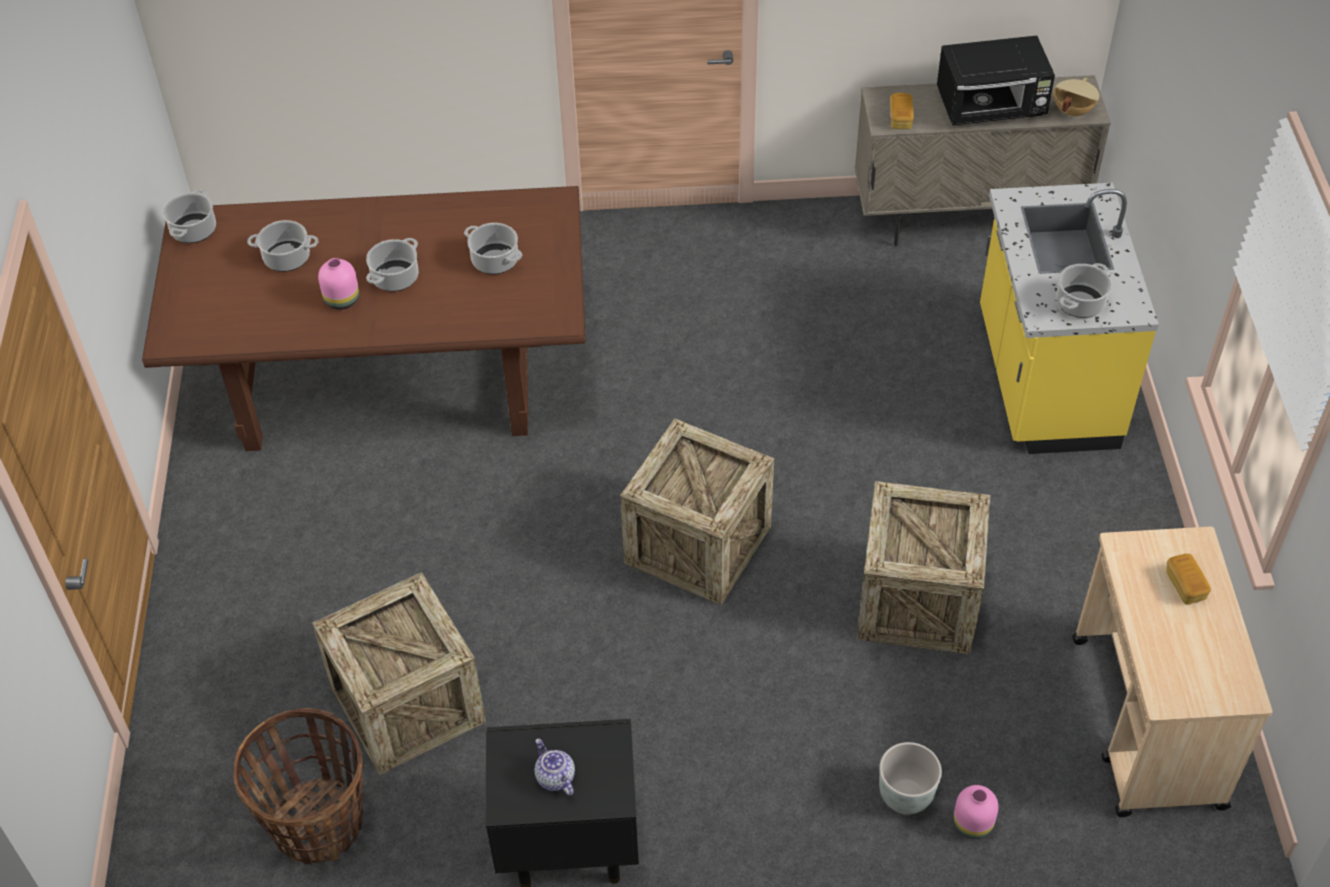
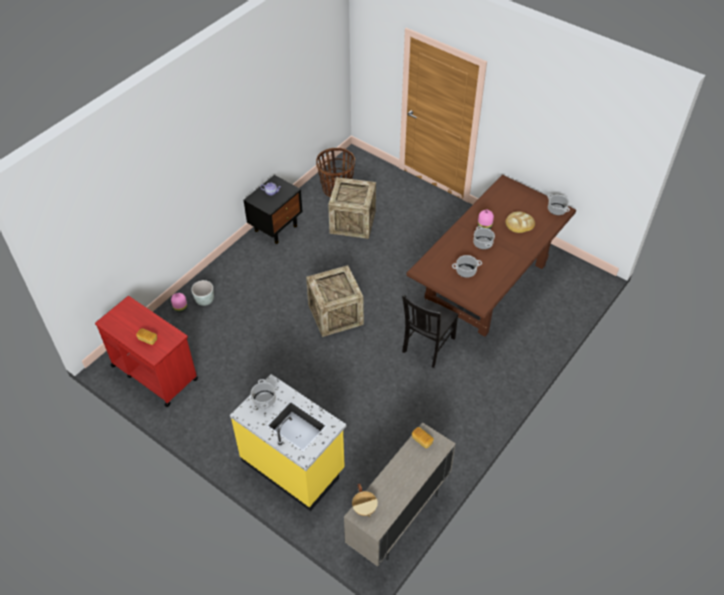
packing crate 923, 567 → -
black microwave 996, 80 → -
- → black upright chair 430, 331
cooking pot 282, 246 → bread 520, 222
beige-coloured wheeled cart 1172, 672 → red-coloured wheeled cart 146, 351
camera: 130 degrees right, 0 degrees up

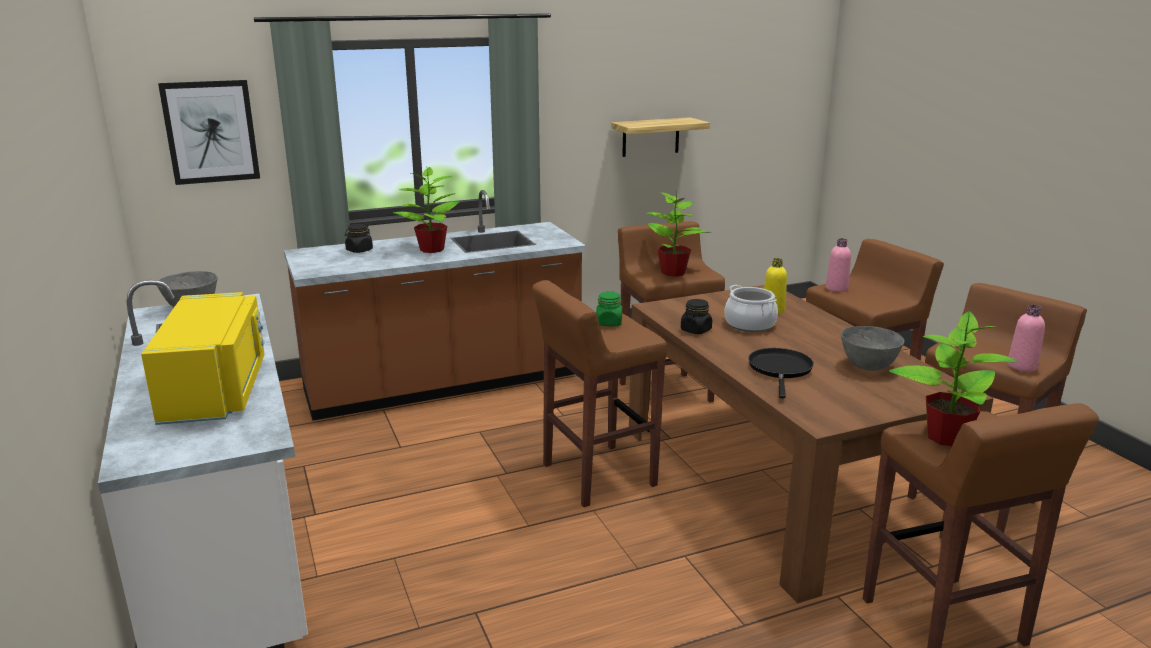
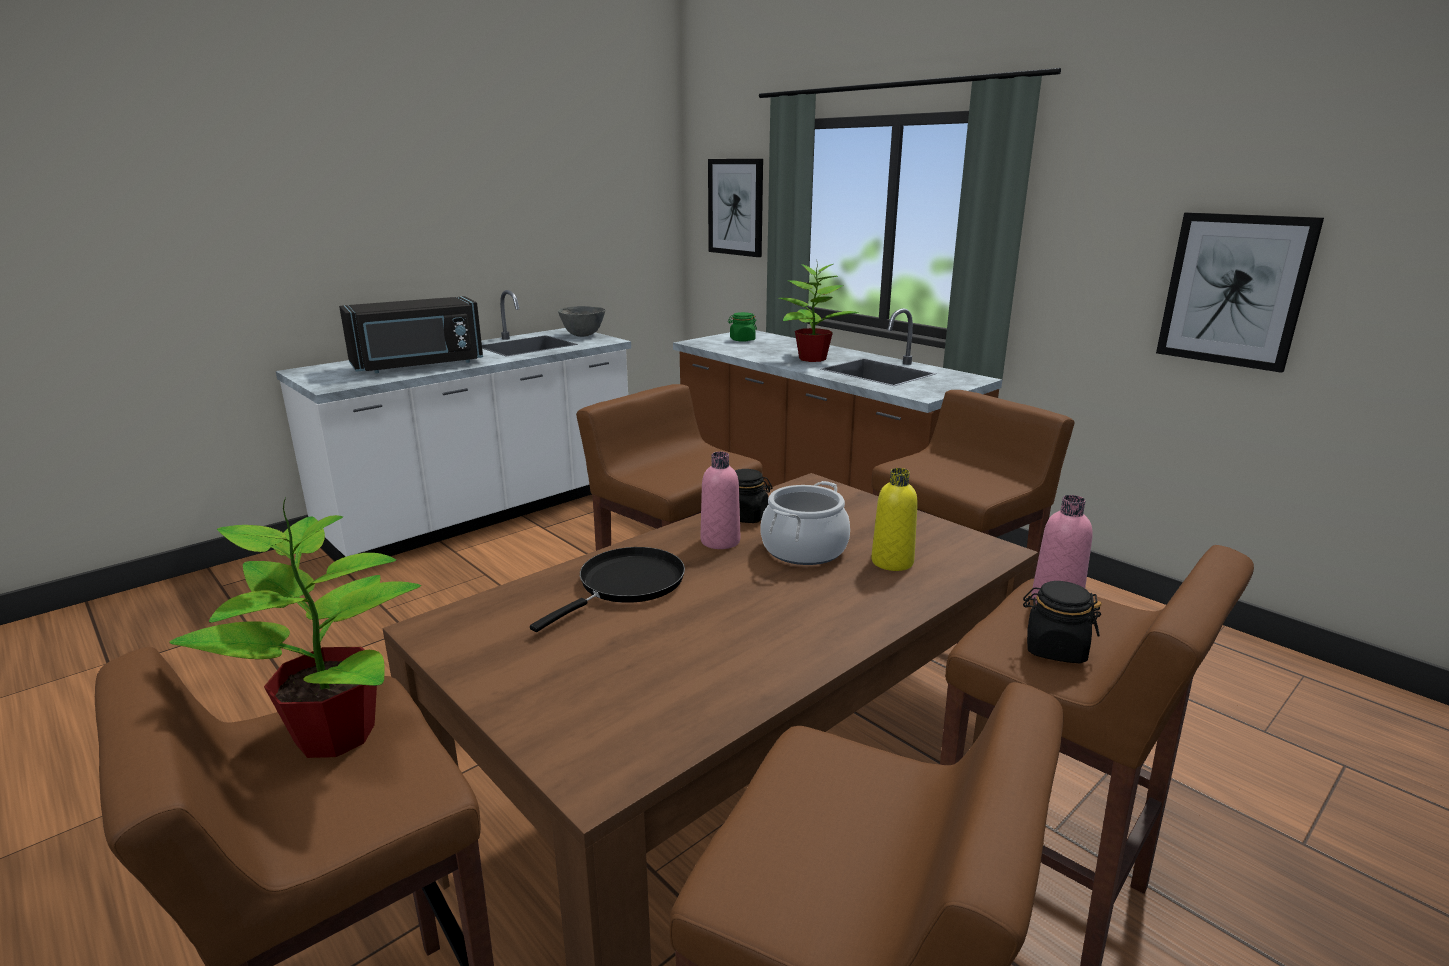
potted plant 678, 232 → -
grey deep dish 872, 348 → -
black preserve jar 359, 238 → black preserve jar 1062, 622, relocated
greenish preserve jar 609, 308 → greenish preserve jar 742, 327, relocated
pink beverage bottle 1026, 338 → pink beverage bottle 720, 500, relocated
shelf 660, 137 → picture 1240, 292
yellow-coloured microwave 203, 358 → black microwave 411, 334
black pan 781, 373 → black pan 607, 589, 45 degrees counterclockwise
camera: 70 degrees right, 0 degrees up

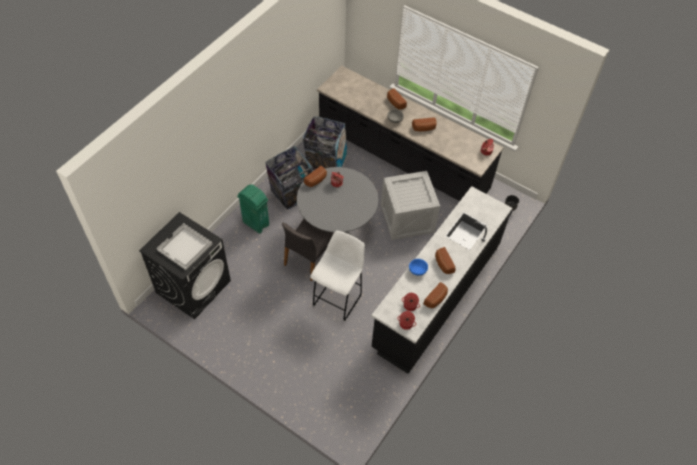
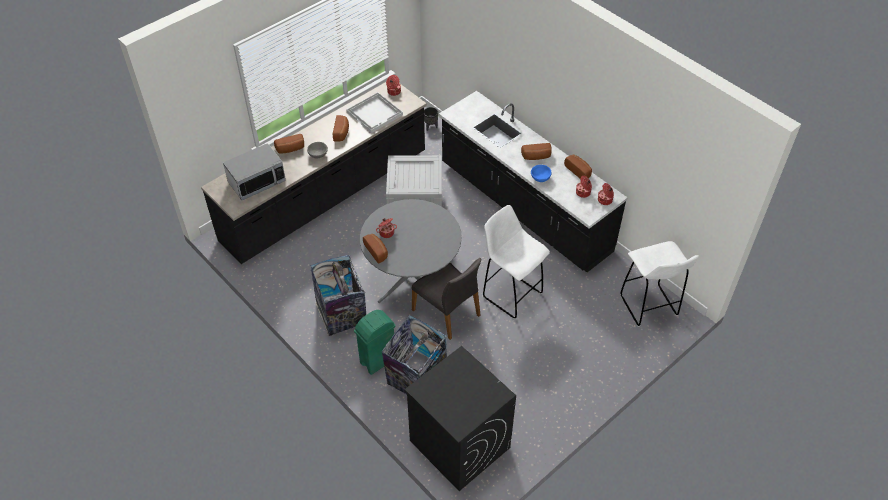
- → microwave 254, 171
- → white stool seat 659, 284
white carrying tray 184, 246 → white carrying tray 374, 112, relocated
rubbish bin 325, 143 → rubbish bin 414, 354, relocated
camera: 75 degrees left, 5 degrees down

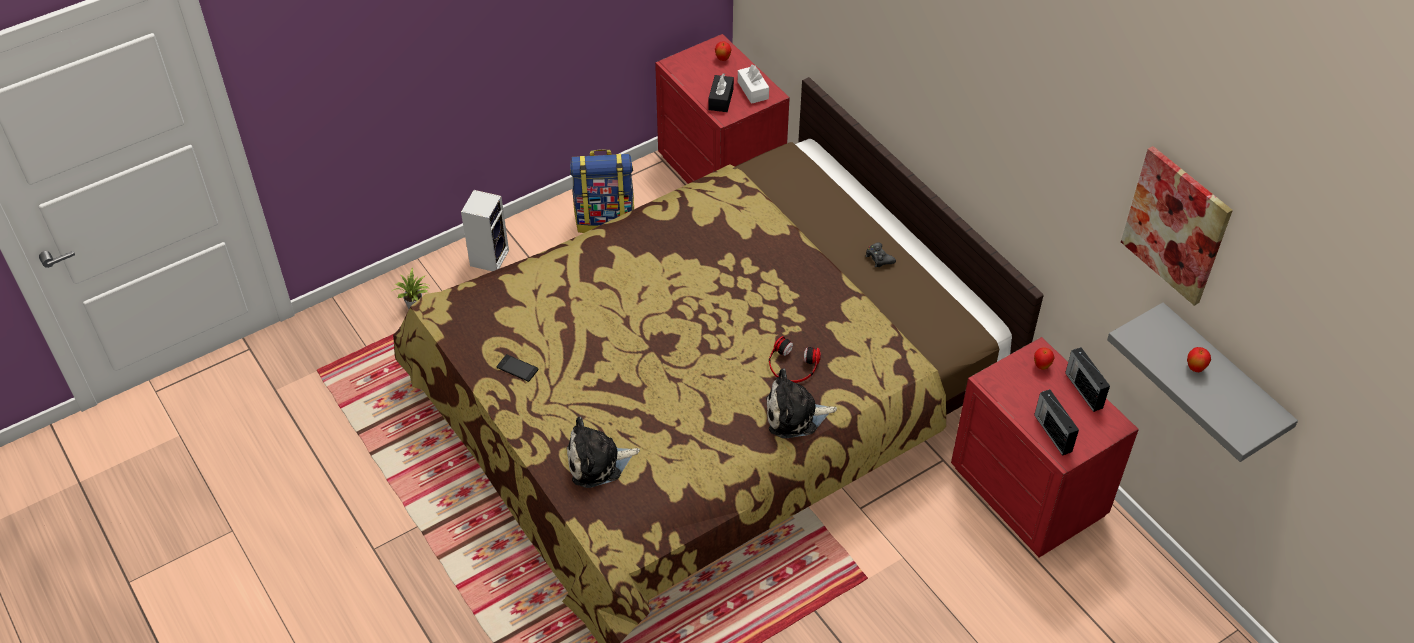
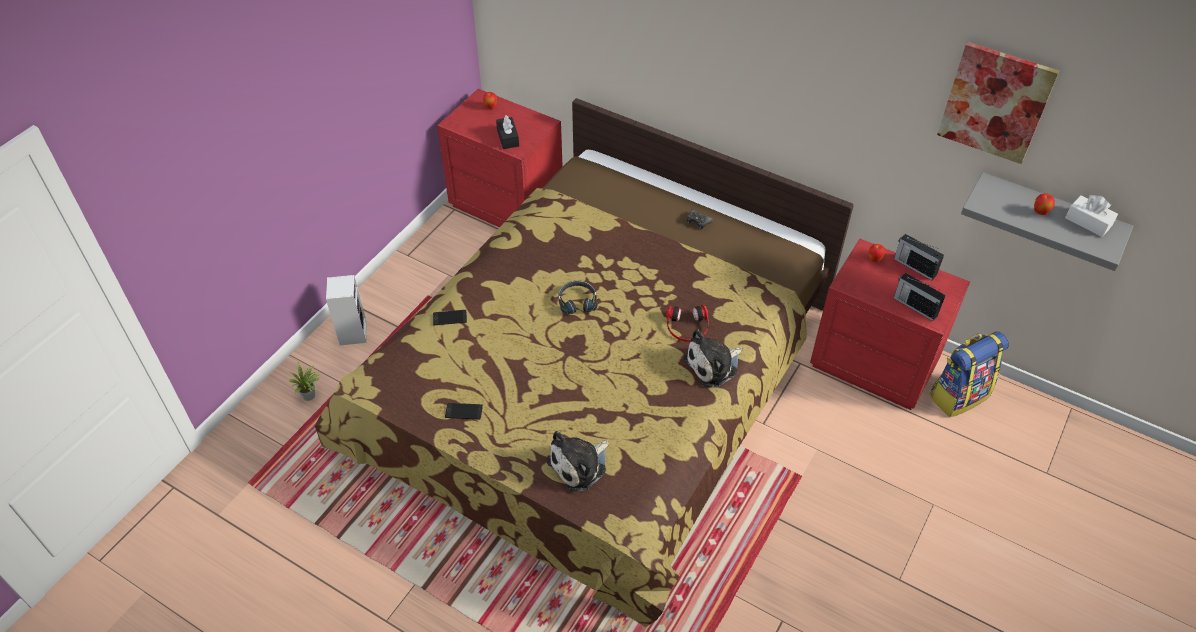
- → handset 450, 317
- → black pair of headphones 578, 297
backpack 602, 191 → backpack 969, 374, relocated
white box of tissues 753, 84 → white box of tissues 1091, 216, relocated
camera: 25 degrees left, 0 degrees up

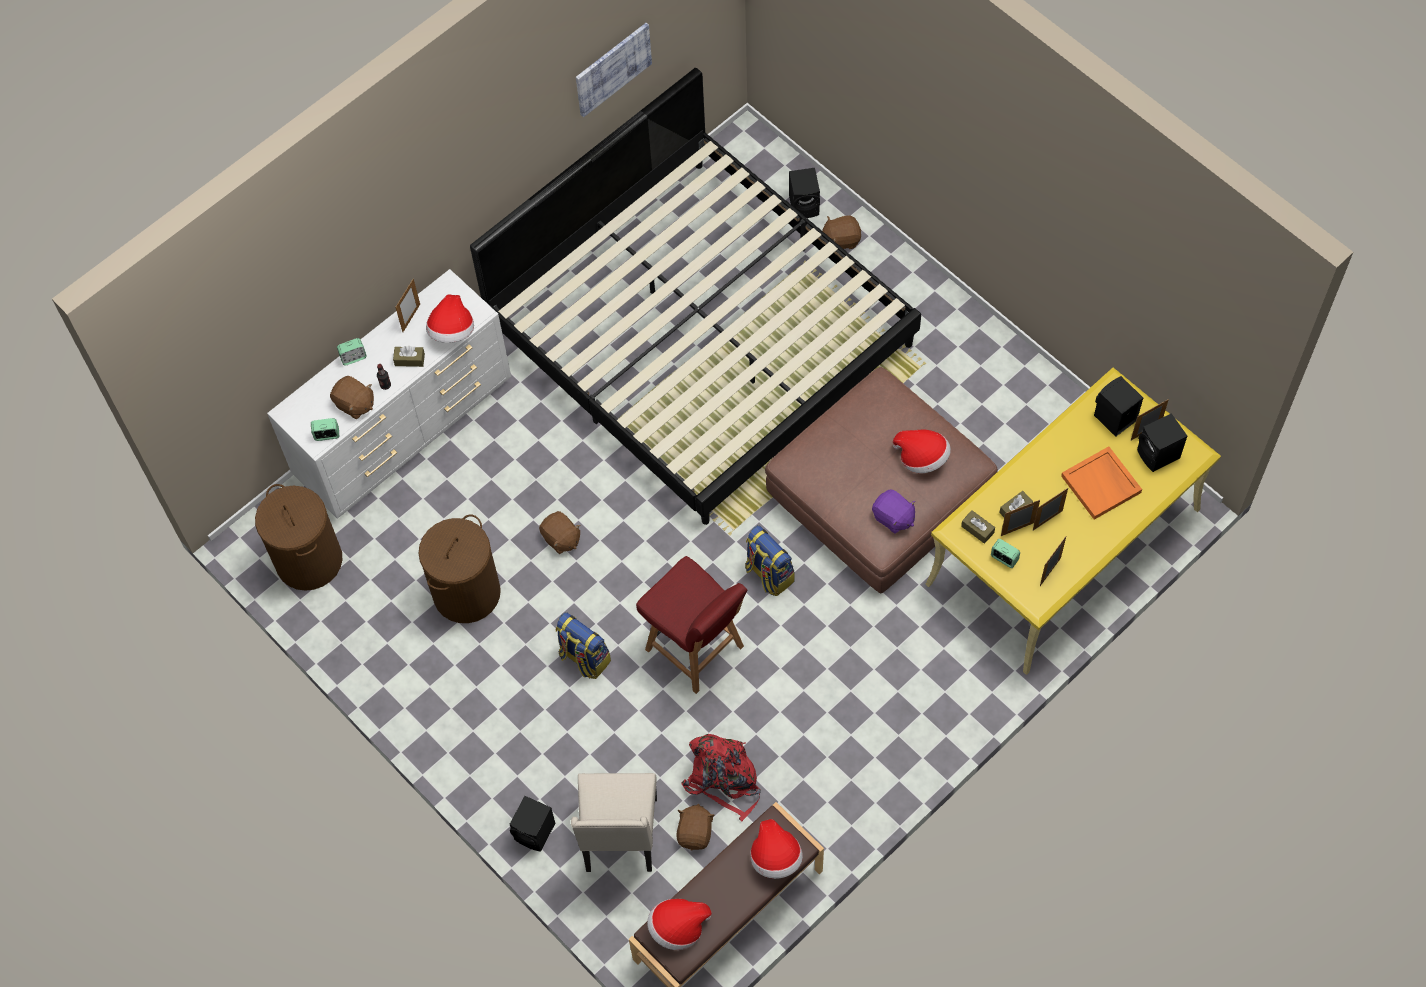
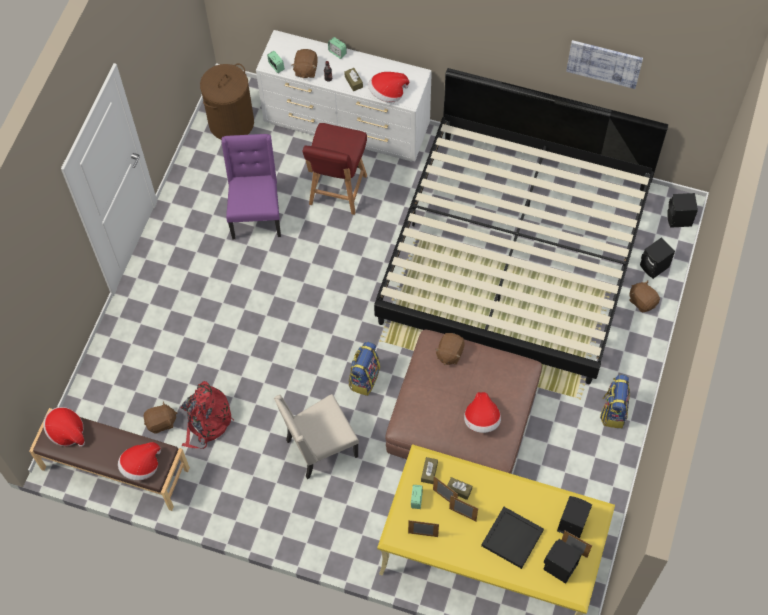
standing frame 408, 305 → -
purple plush toy 894, 512 → -
black audio speaker 532, 824 → black audio speaker 682, 210, relocated
brown-coloured plush toy 559, 532 → brown-coloured plush toy 450, 349, relocated
backpack 583, 645 → backpack 615, 401, relocated
beige-coloured upright chair 614, 822 → beige-coloured upright chair 316, 436, relocated
red-coloured upright chair 691, 625 → red-coloured upright chair 334, 169, relocated
brown-coloured washing basket 459, 568 → purple upright chair 251, 186
orange-coloured carrying tray 1101, 483 → black carrying tray 512, 538
camera: 60 degrees right, 0 degrees up

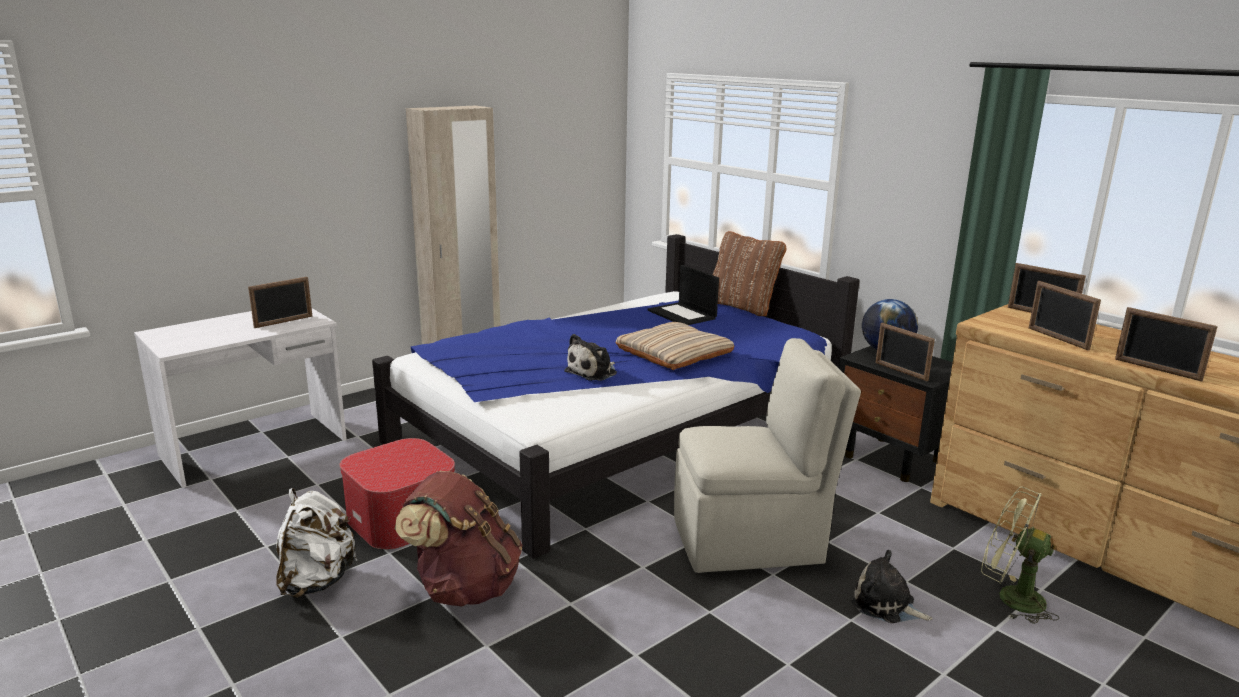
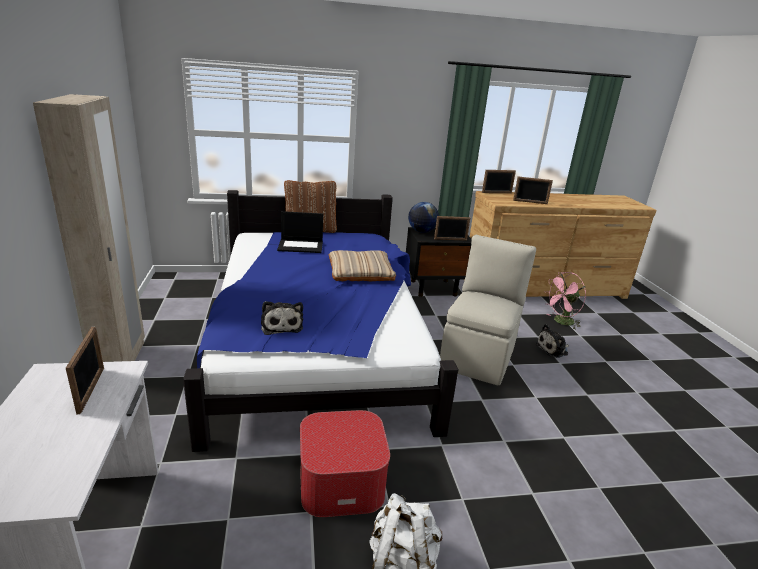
brown-coloured backpack 458, 539 → -
standing frame 1166, 344 → -
plush toy 590, 357 → plush toy 282, 318, relocated
greenish cooling fan 1020, 555 → pink cooling fan 565, 300
camera: 60 degrees left, 5 degrees up

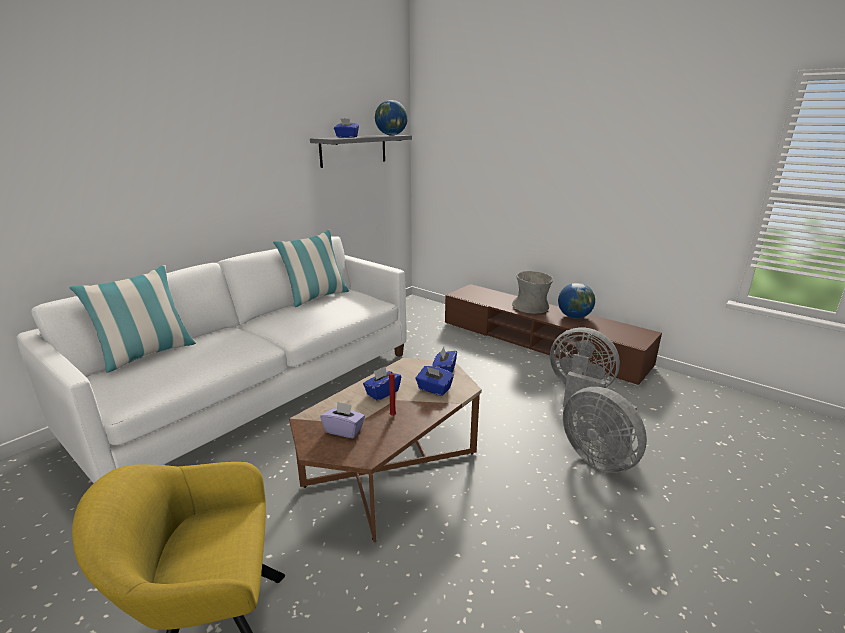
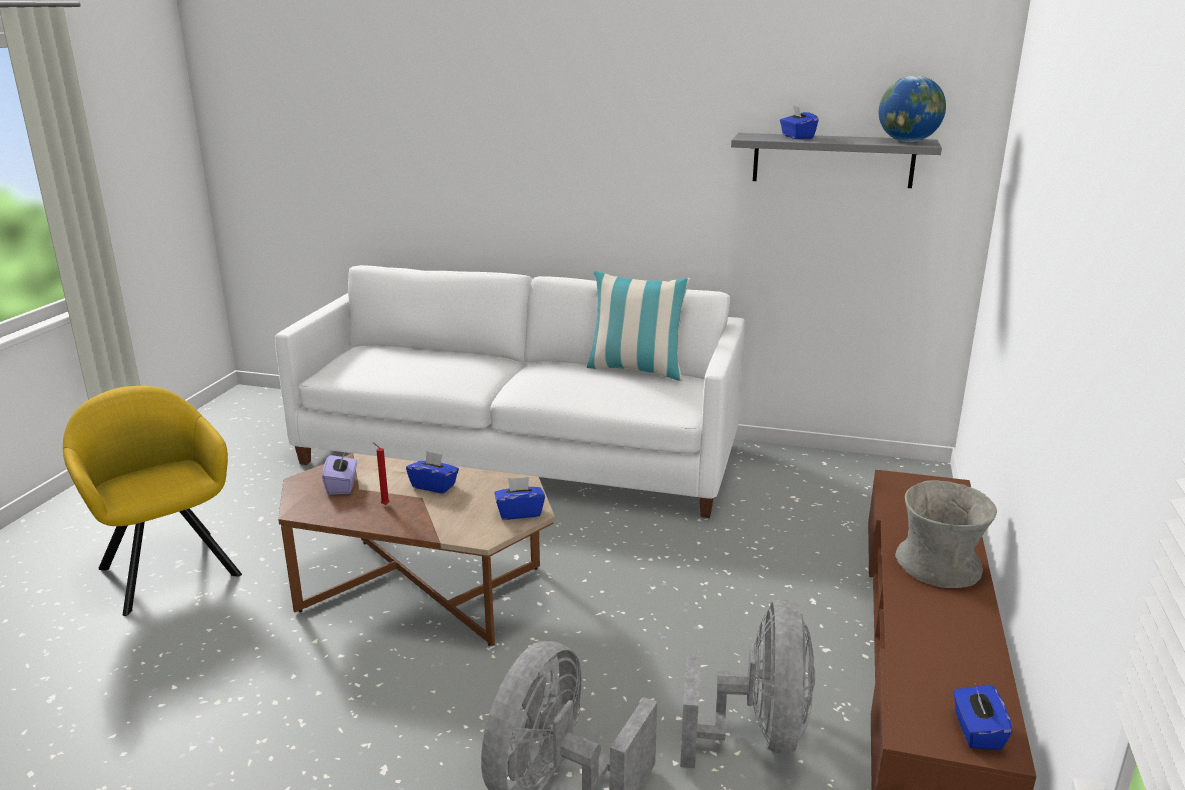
throw pillow 132, 319 → -
world globe 576, 300 → -
bluish box of tissues 435, 381 → bluish box of tissues 982, 716, relocated
camera: 65 degrees right, 0 degrees up

